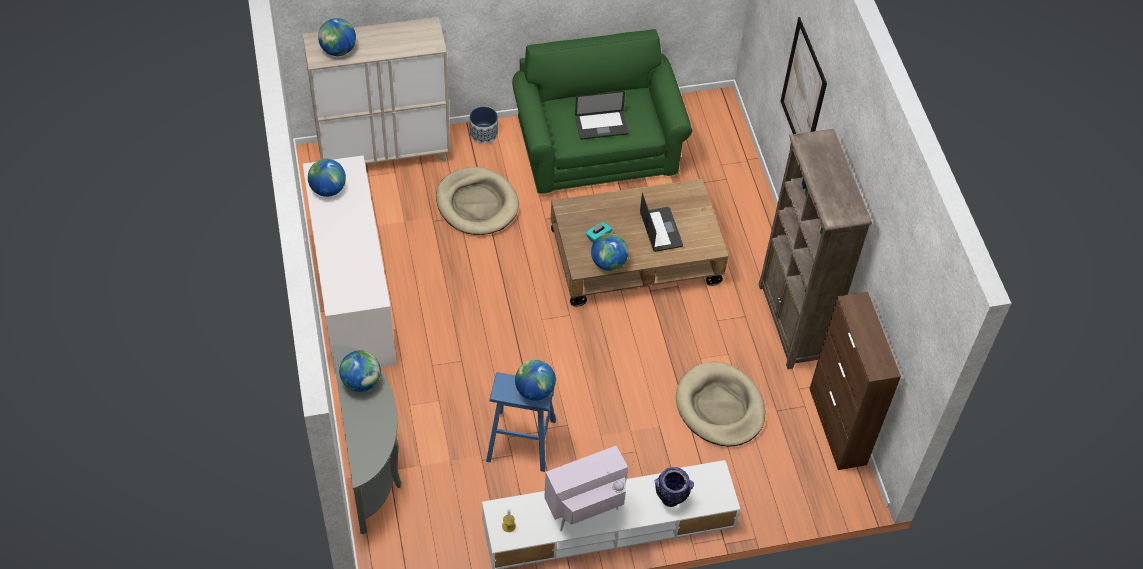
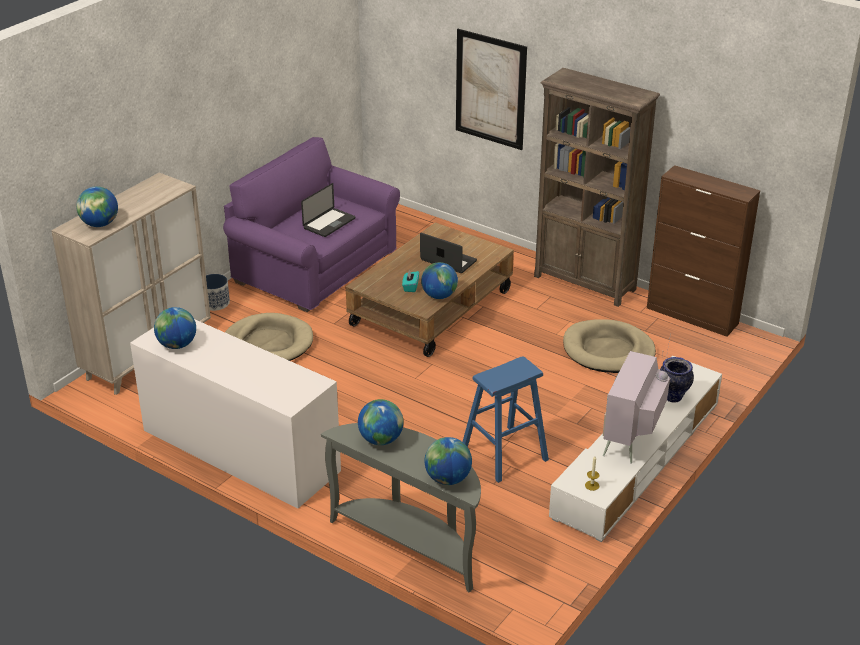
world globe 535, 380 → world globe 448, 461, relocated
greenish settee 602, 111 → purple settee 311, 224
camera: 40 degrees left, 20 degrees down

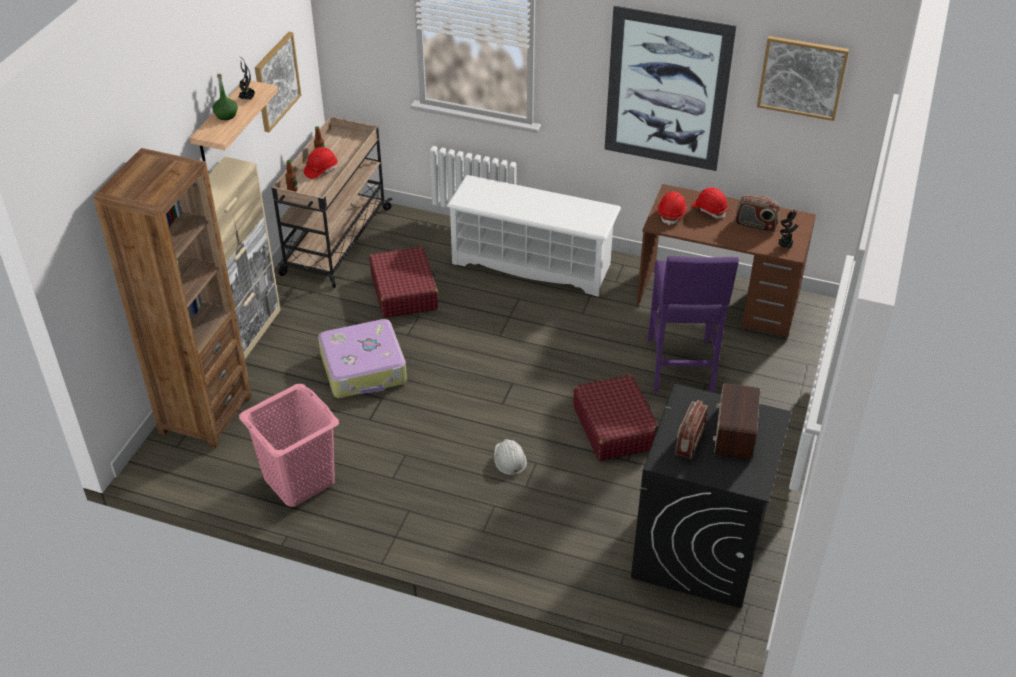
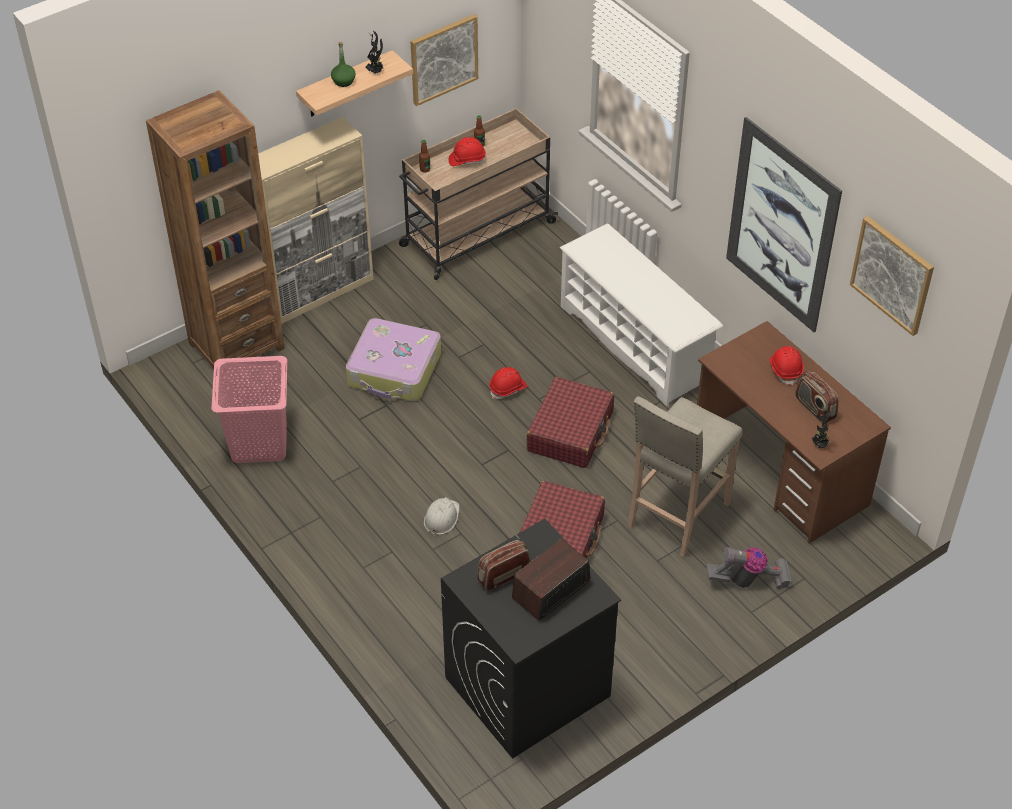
- → vacuum cleaner 749, 568
red-coloured piece of luggage 403, 282 → red-coloured piece of luggage 570, 422, relocated
red-coloured hard hat 672, 209 → red-coloured hard hat 508, 383, relocated
purple stool seat 693, 324 → beige-coloured stool seat 685, 476
camera: 35 degrees right, 5 degrees up

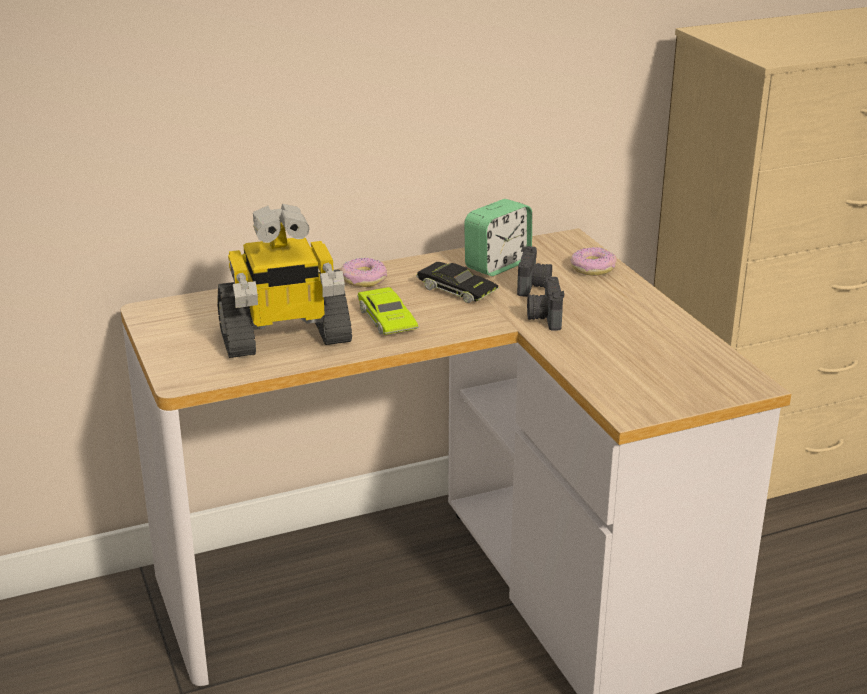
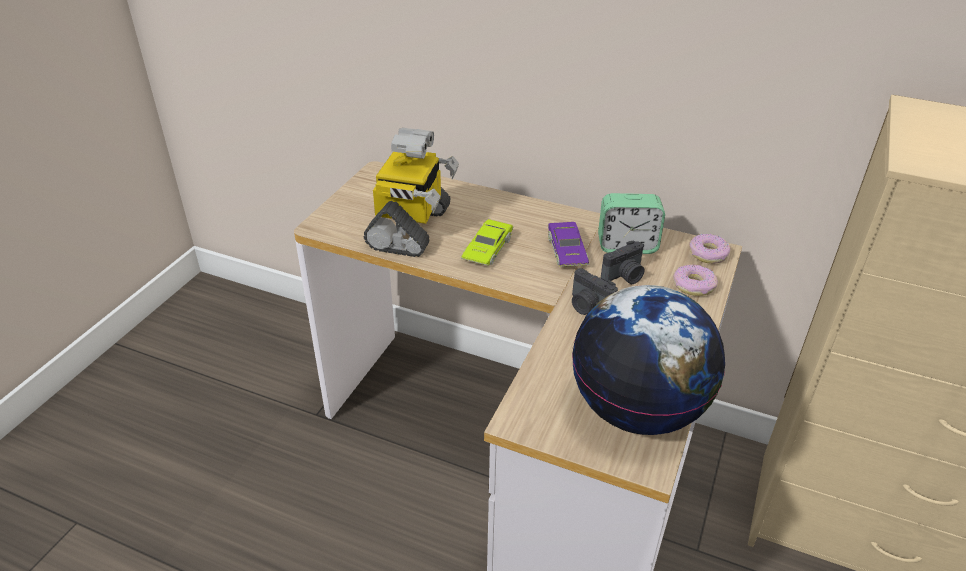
- → world globe 648, 360
doughnut 364, 272 → doughnut 709, 249, relocated
black model car 457, 282 → purple model car 568, 244
robot figure 284, 281 → robot figure 411, 192, 105 degrees counterclockwise
photo camera 545, 303 → photo camera 595, 291, 90 degrees counterclockwise
camera: 45 degrees right, 10 degrees up

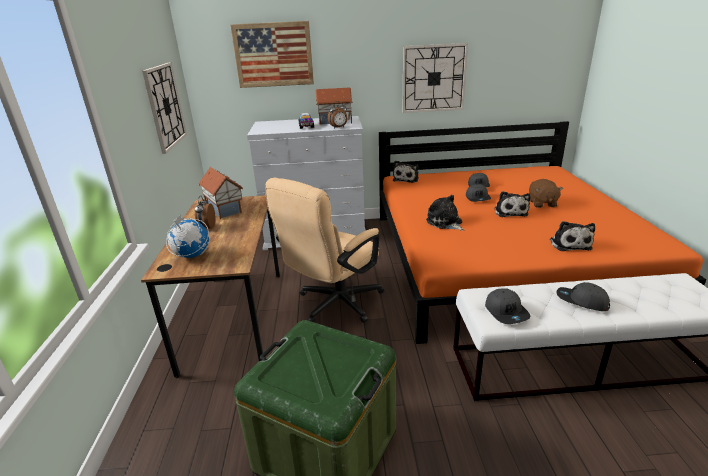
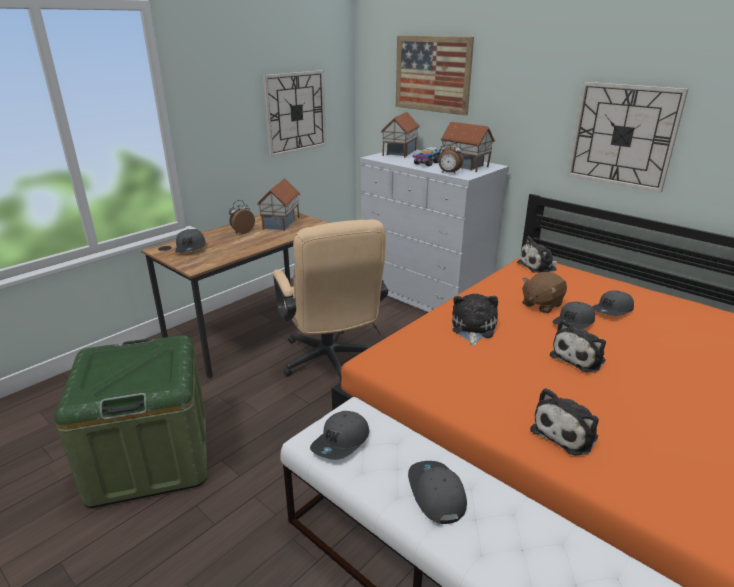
- → model house 400, 135
brown-coloured plush toy 546, 193 → brown-coloured plush toy 544, 292, relocated
world globe 187, 236 → grey peaked cap 190, 241
beige-coloured office chair 324, 250 → beige-coloured office chair 330, 300, 105 degrees counterclockwise
camera: 45 degrees right, 0 degrees up

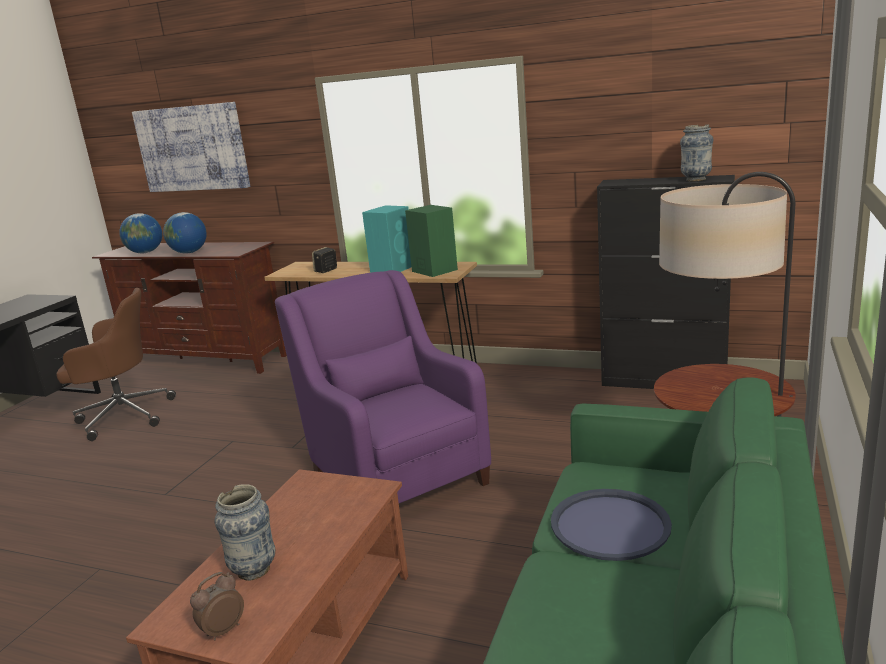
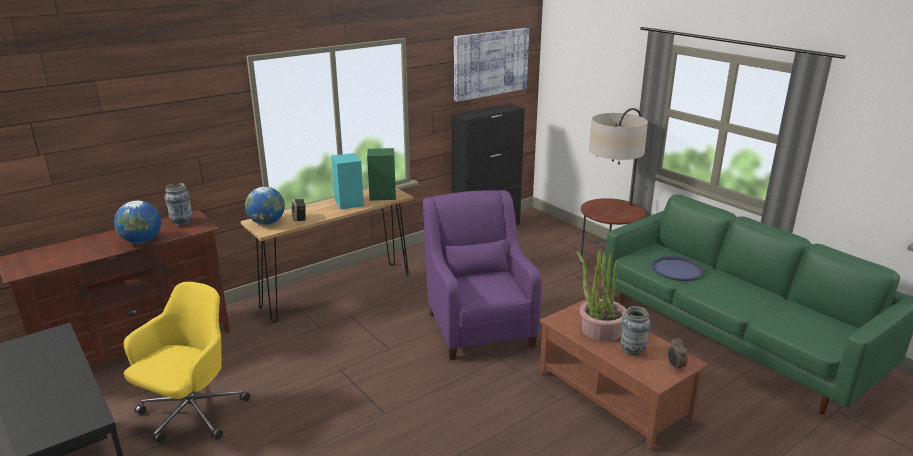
- → potted plant 602, 295
world globe 140, 233 → world globe 265, 206, relocated
picture 191, 147 → picture 491, 65, relocated
vase 697, 152 → vase 179, 204, relocated
brown-coloured office chair 116, 364 → yellow-coloured office chair 187, 362
purple easy chair 383, 386 → purple easy chair 482, 275, 75 degrees clockwise
camera: 60 degrees left, 5 degrees up

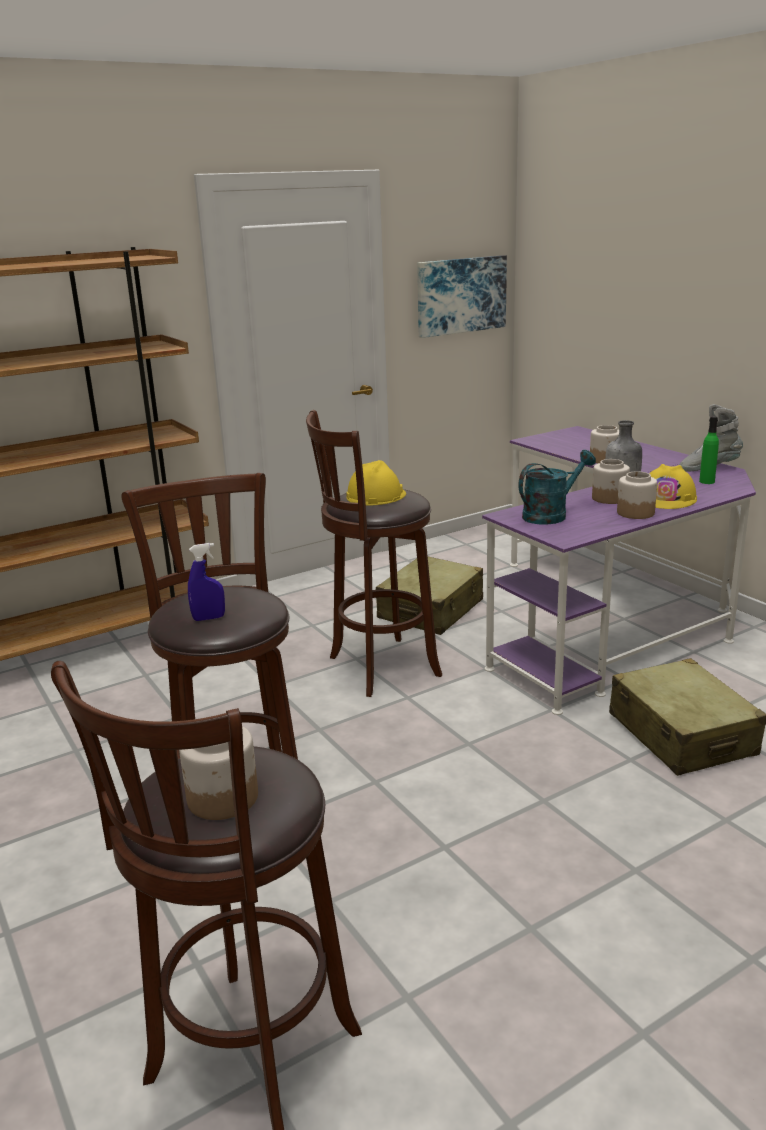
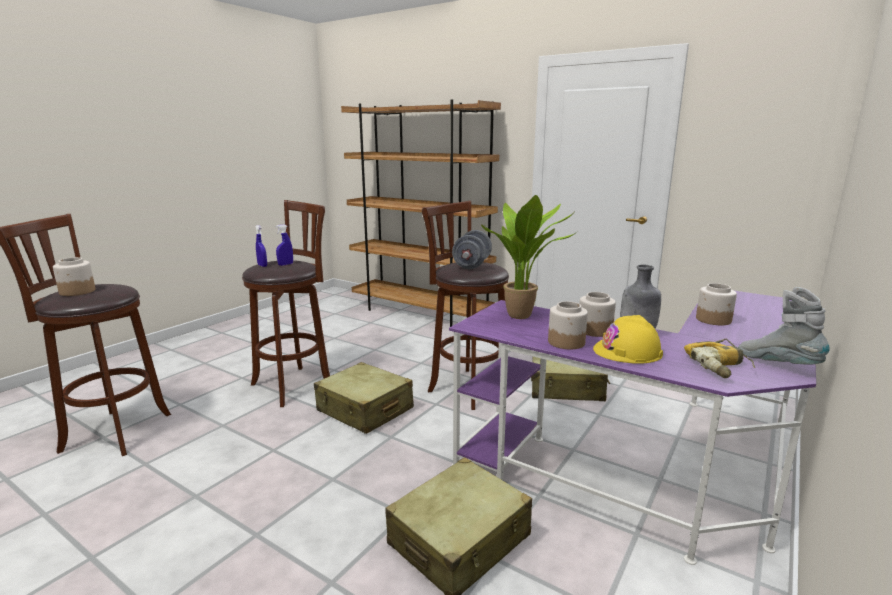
picture 462, 296 → -
- → bluish hand sprayer 284, 245
- → beige-coloured piece of luggage 364, 398
yellow-coloured hard hat 376, 483 → grey free weight 472, 249
turquoise watering can 557, 487 → potted plant 529, 257
greenish beverage bottle 709, 450 → drill 719, 358
camera: 65 degrees right, 5 degrees down

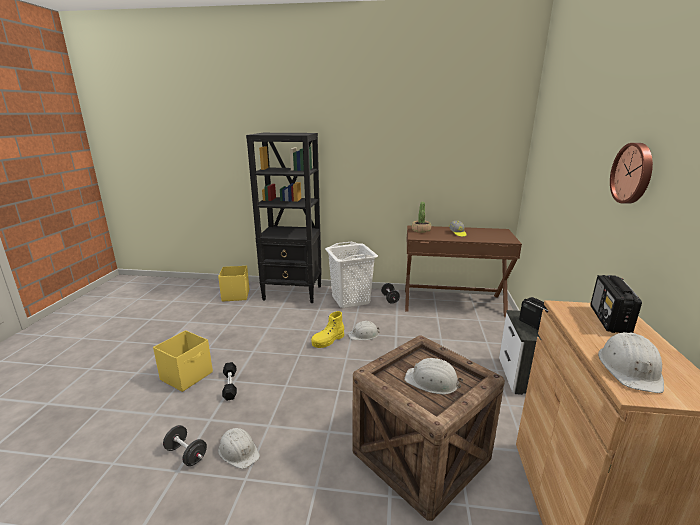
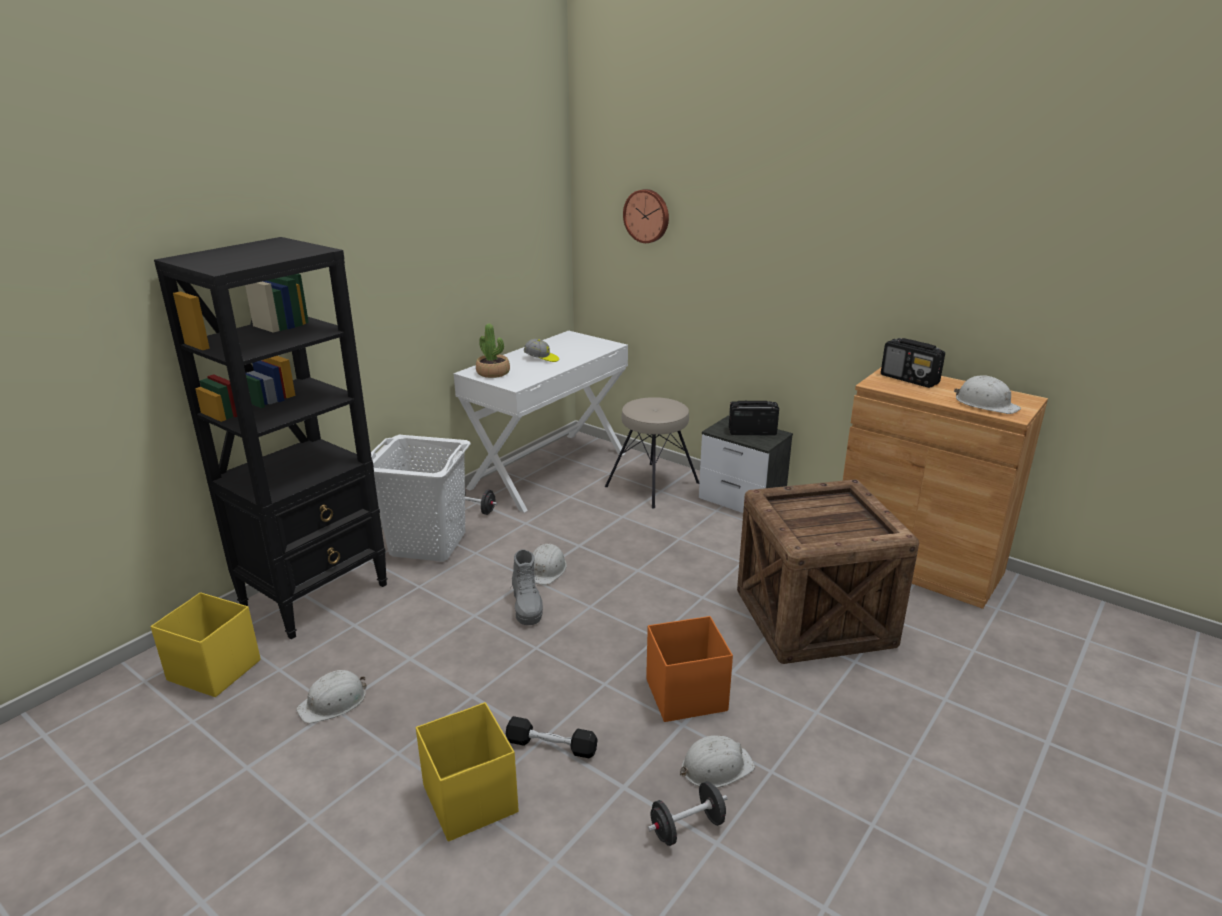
- → beige-coloured stool seat 652, 452
- → orange-coloured storage bin 689, 669
white hard hat 434, 376 → white hard hat 331, 696, relocated
hanging clock 631, 173 → hanging clock 646, 216, relocated
yellow-coloured tall boot 327, 329 → grey tall boot 527, 587
brown-coloured desk 463, 271 → white desk 541, 422
camera: 60 degrees left, 5 degrees up

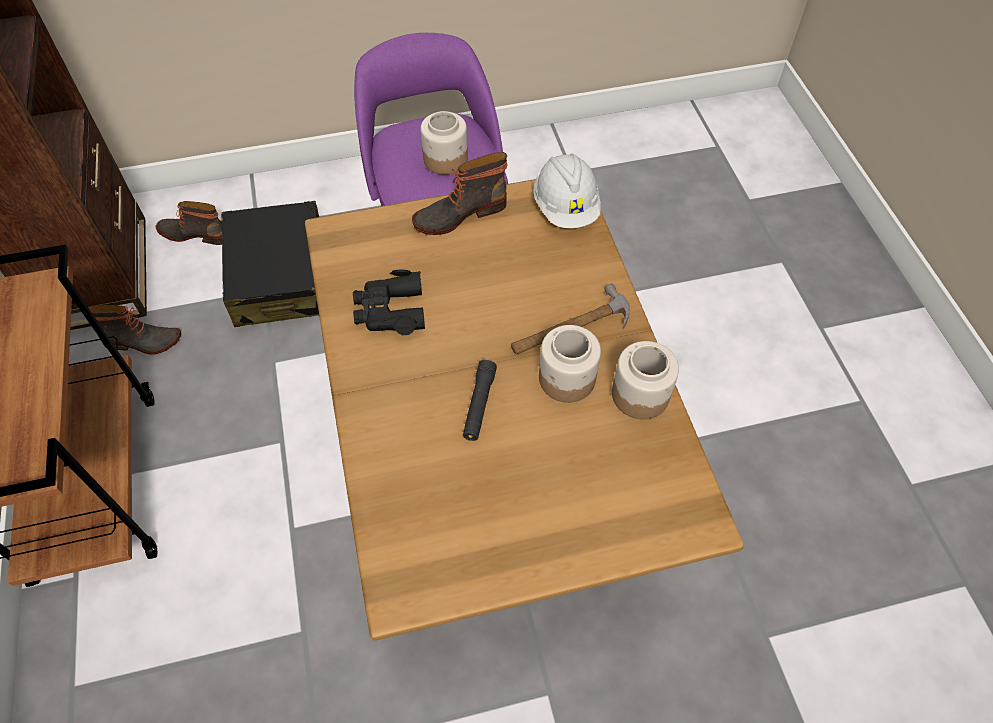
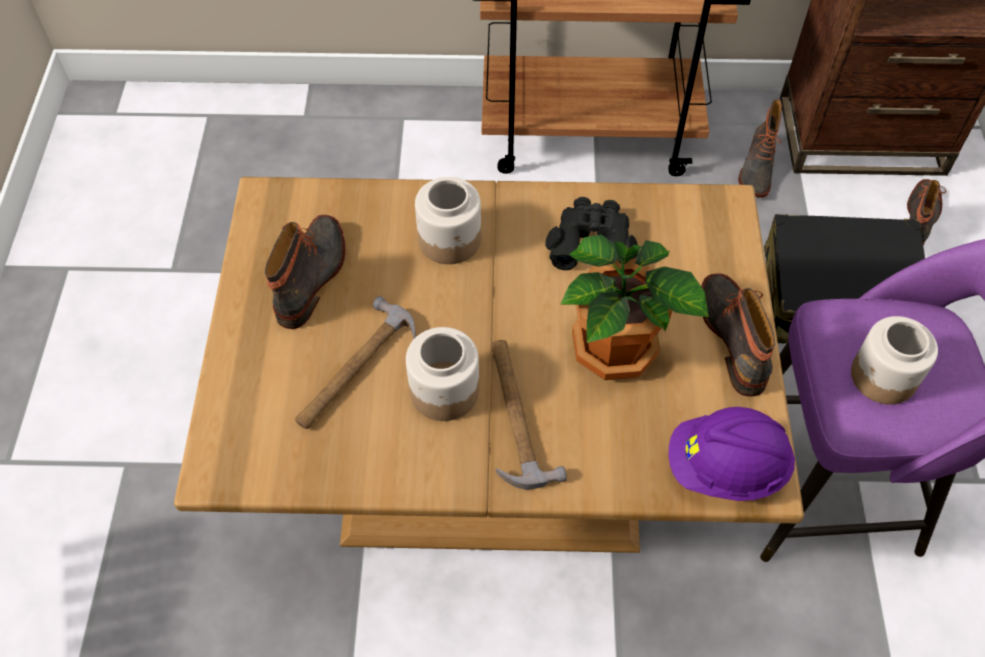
black hand torch 480, 400 → -
- → tall boot 305, 271
- → hand hammer 355, 362
- → potted plant 634, 307
preserve jar 645, 380 → preserve jar 448, 220, relocated
white hard hat 567, 191 → purple hard hat 731, 454
camera: 105 degrees right, 0 degrees up

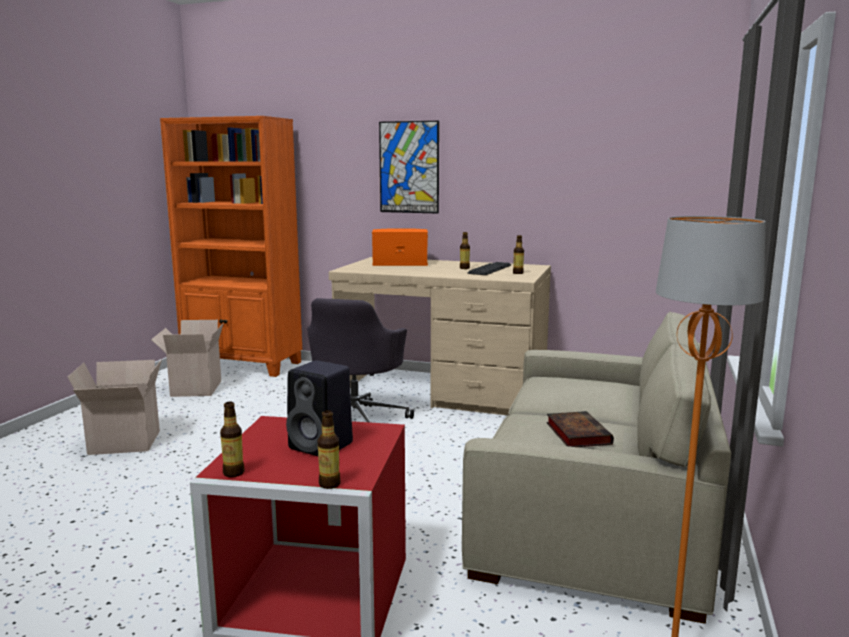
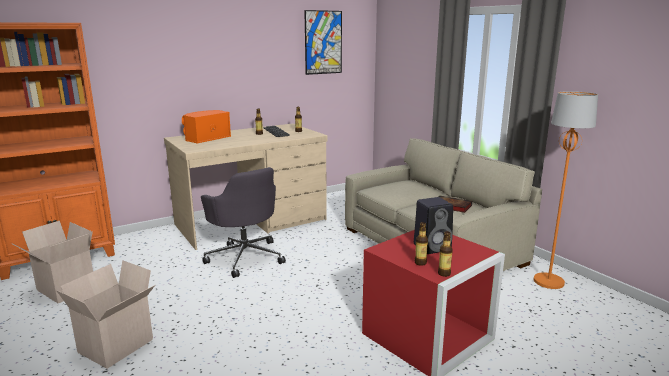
beverage bottle 329, 449 → beverage bottle 421, 244, relocated
picture 409, 167 → picture 323, 42, relocated
camera: 50 degrees left, 5 degrees up

